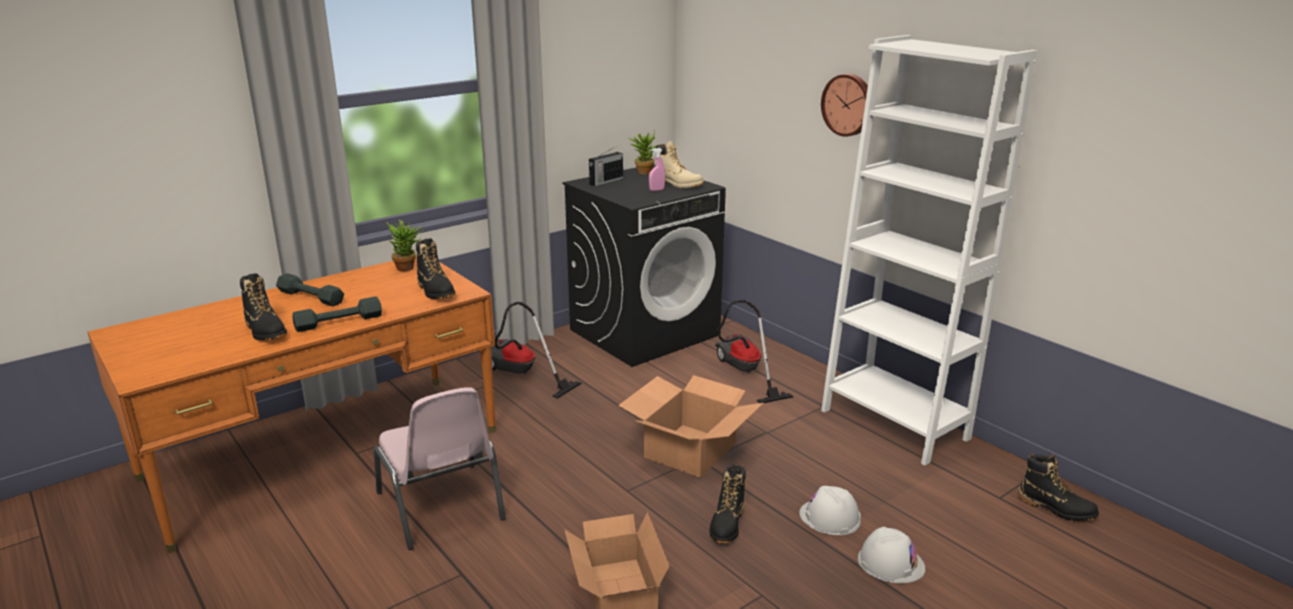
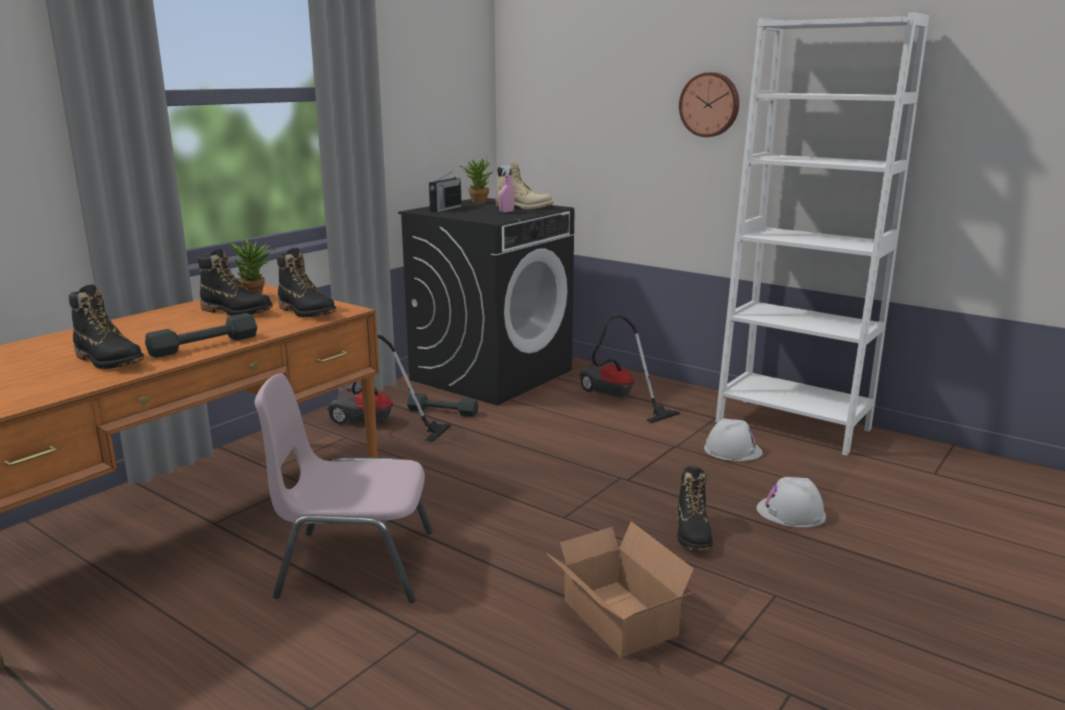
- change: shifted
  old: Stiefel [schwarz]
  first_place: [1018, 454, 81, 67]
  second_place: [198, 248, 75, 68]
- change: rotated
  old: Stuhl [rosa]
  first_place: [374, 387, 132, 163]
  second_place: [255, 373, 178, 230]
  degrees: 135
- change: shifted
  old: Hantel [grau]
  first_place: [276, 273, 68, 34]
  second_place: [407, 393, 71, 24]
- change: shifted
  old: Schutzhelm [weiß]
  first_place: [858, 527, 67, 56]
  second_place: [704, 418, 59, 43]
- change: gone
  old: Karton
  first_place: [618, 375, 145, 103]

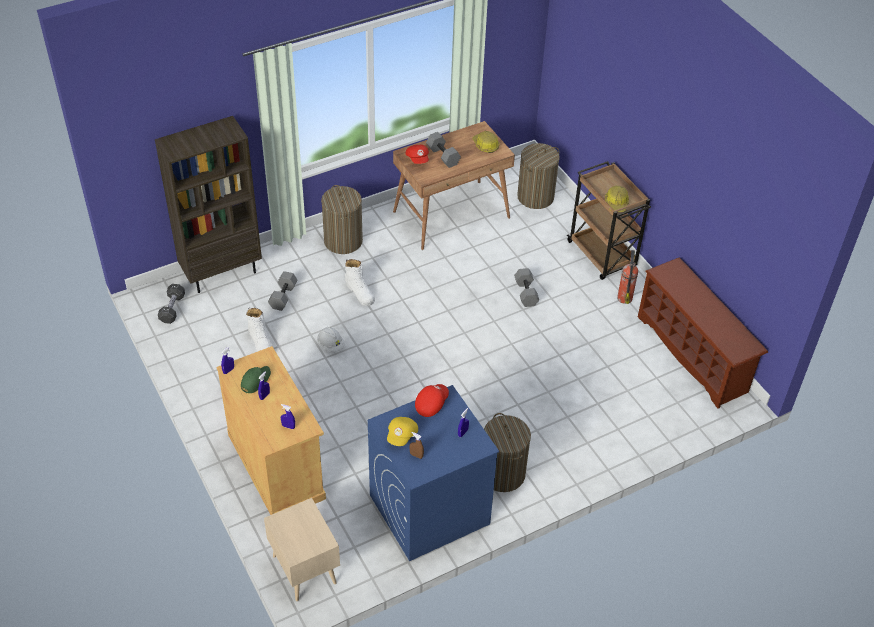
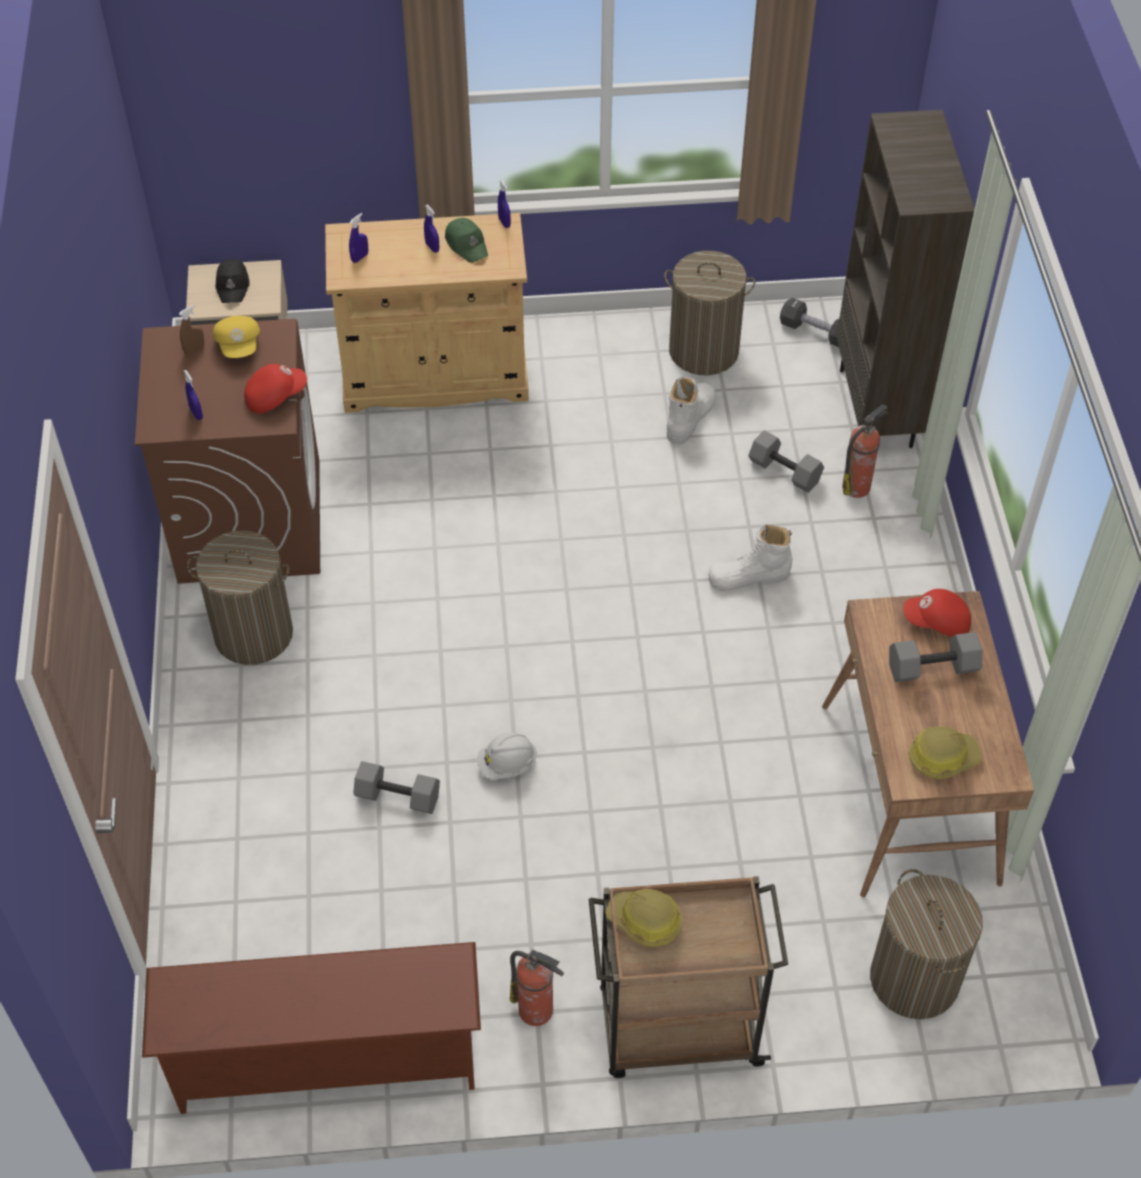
- change: repainted
  old: Waschmaschine [blau]
  new: Waschmaschine [braun]
  first_place: [368, 385, 131, 176]
  second_place: [135, 319, 185, 265]
- change: rotated
  old: Kappe [gelb]
  first_place: [387, 417, 31, 29]
  second_place: [213, 316, 47, 42]
  degrees: -150
- change: new
  new: Kappe [schwarz]
  second_place: [215, 259, 34, 44]
- change: rotated
  old: Kappe [rot]
  first_place: [415, 384, 34, 33]
  second_place: [244, 364, 63, 49]
  degrees: -90
- change: shifted
  old: Hantel [grau]
  first_place: [514, 268, 25, 39]
  second_place: [353, 761, 87, 53]
- change: shifted
  old: Schutzhelm [weiß]
  first_place: [317, 327, 28, 25]
  second_place: [477, 733, 60, 46]
- change: shifted
  old: Wäschekorb
  first_place: [321, 185, 42, 69]
  second_place: [664, 251, 91, 124]
- change: rotated
  old: Stiefel [weiß]
  first_place: [246, 308, 26, 44]
  second_place: [666, 376, 50, 69]
  degrees: 120
- change: new
  new: Feuerlöscher
  second_place: [842, 404, 47, 94]

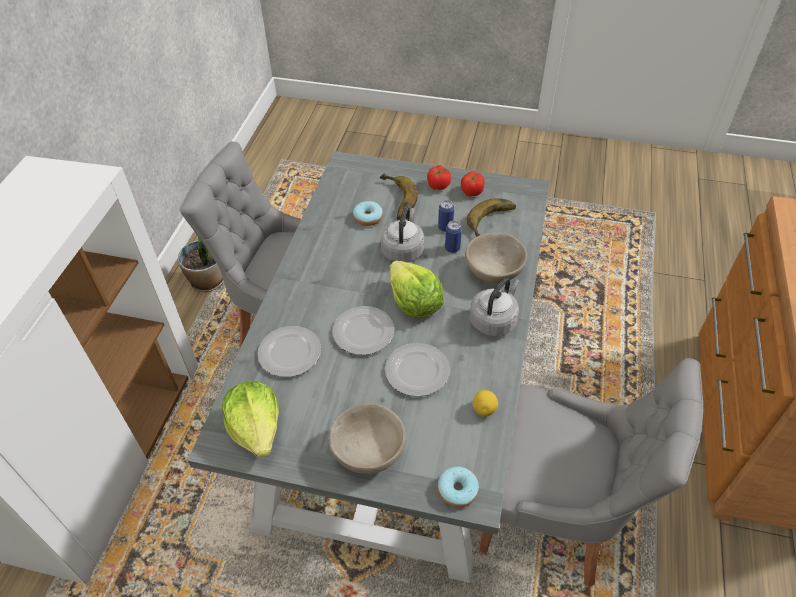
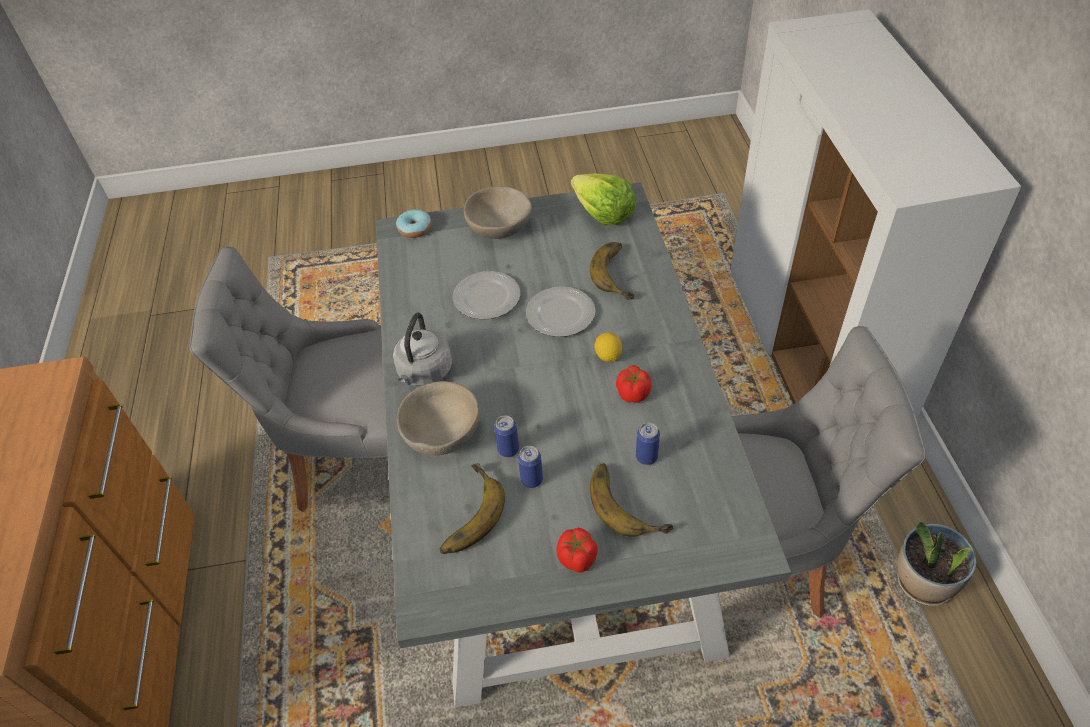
- change: swapped
  old: Teller
  new: Banane
  first_place: [257, 326, 64, 51]
  second_place: [590, 242, 44, 58]
- change: shifted
  old: Zitrone
  first_place: [473, 390, 25, 26]
  second_place: [594, 332, 28, 30]
- change: shifted
  old: Tomate
  first_place: [461, 171, 24, 26]
  second_place: [616, 365, 36, 38]
- change: swapped
  old: Donut
  new: Dose
  first_place: [353, 201, 30, 25]
  second_place: [636, 423, 24, 42]
- change: gone
  old: Wasserkessel [grau]
  first_place: [380, 206, 44, 56]
- change: gone
  old: Salatkopf
  first_place: [390, 260, 54, 58]

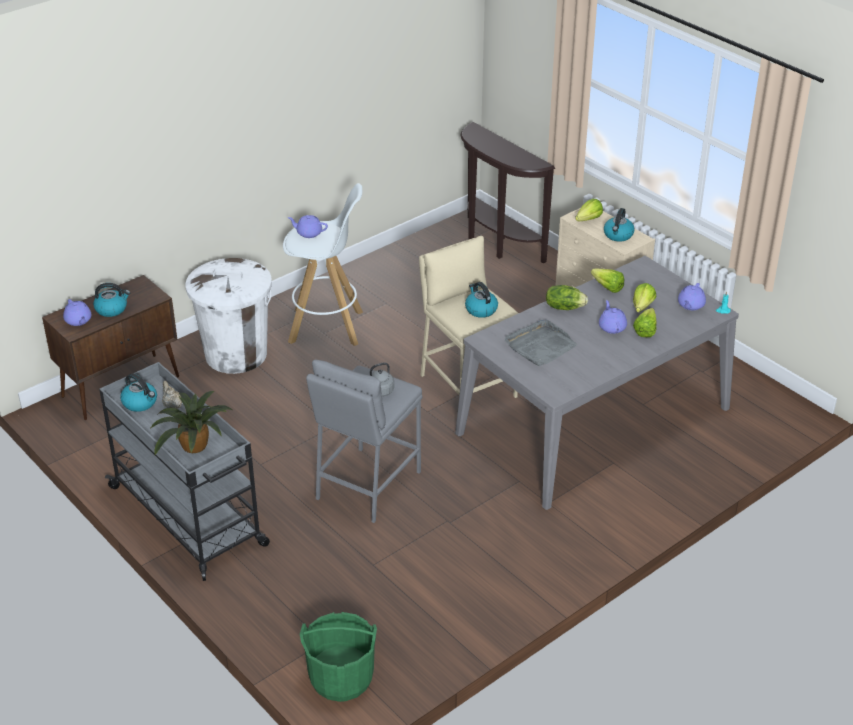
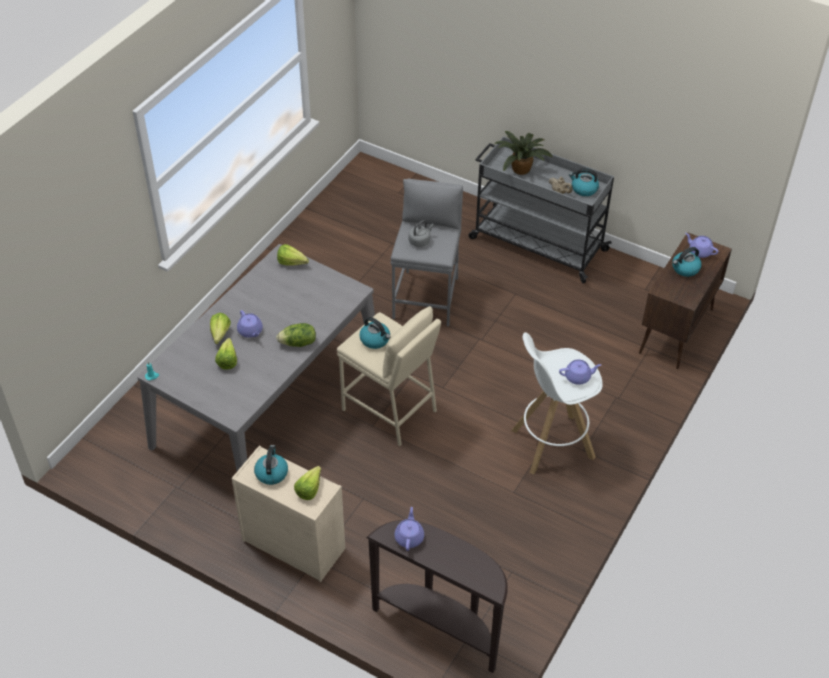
- change: shifted
  old: Salatkopf
  first_place: [591, 269, 33, 24]
  second_place: [277, 244, 32, 22]
- change: shifted
  old: Teekanne [lila]
  first_place: [678, 283, 28, 27]
  second_place: [394, 507, 30, 44]
- change: gone
  old: Mülleimer [weiß]
  first_place: [186, 258, 86, 116]
- change: gone
  old: Eimer [grün]
  first_place: [300, 612, 77, 90]
- change: gone
  old: Tablett [grau]
  first_place: [505, 320, 73, 46]

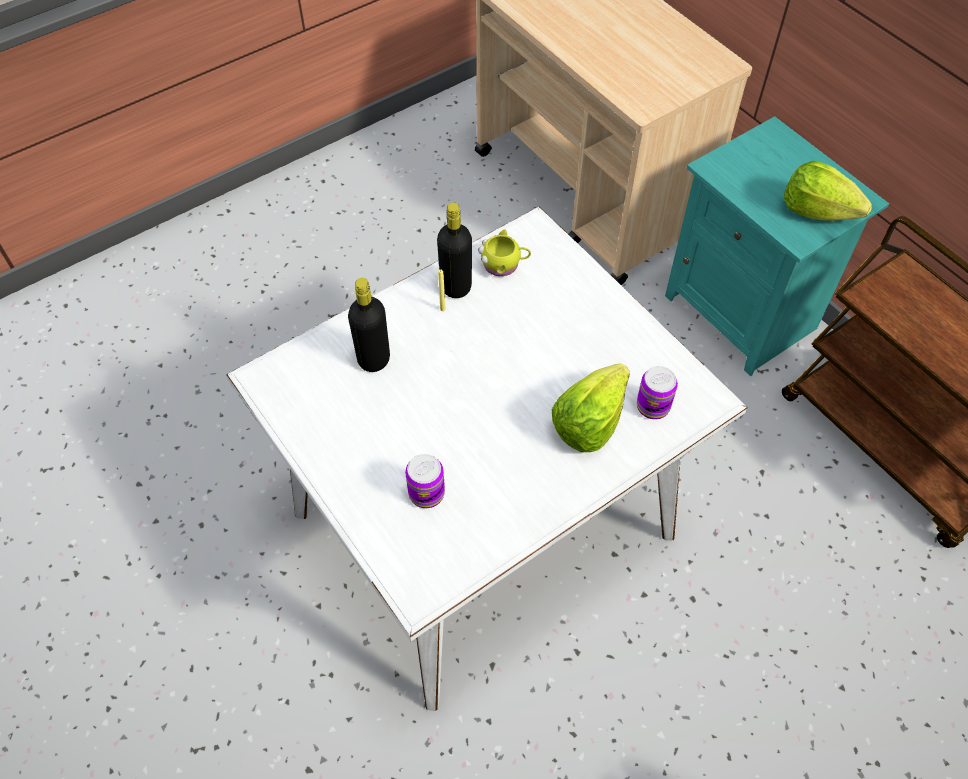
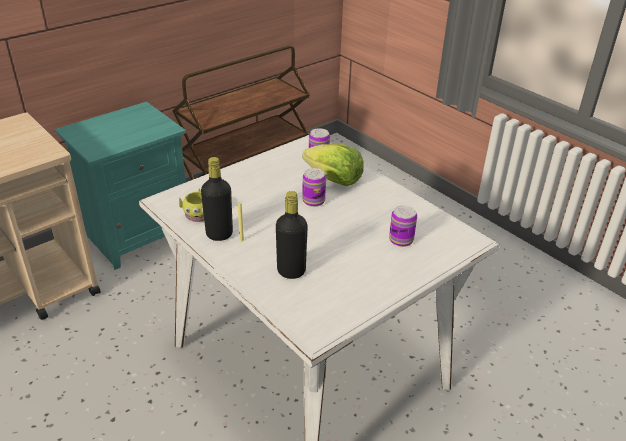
- change: new
  new: Dose
  second_place: [302, 168, 24, 39]
- change: gone
  old: Salatkopf
  first_place: [784, 161, 88, 60]

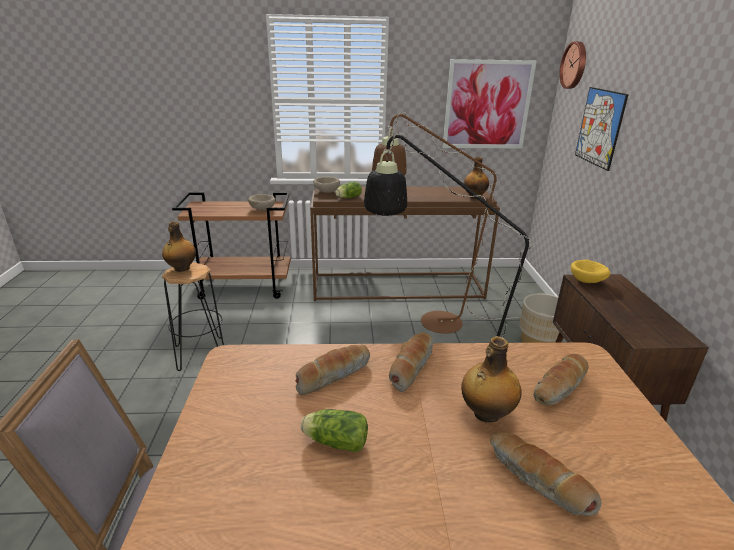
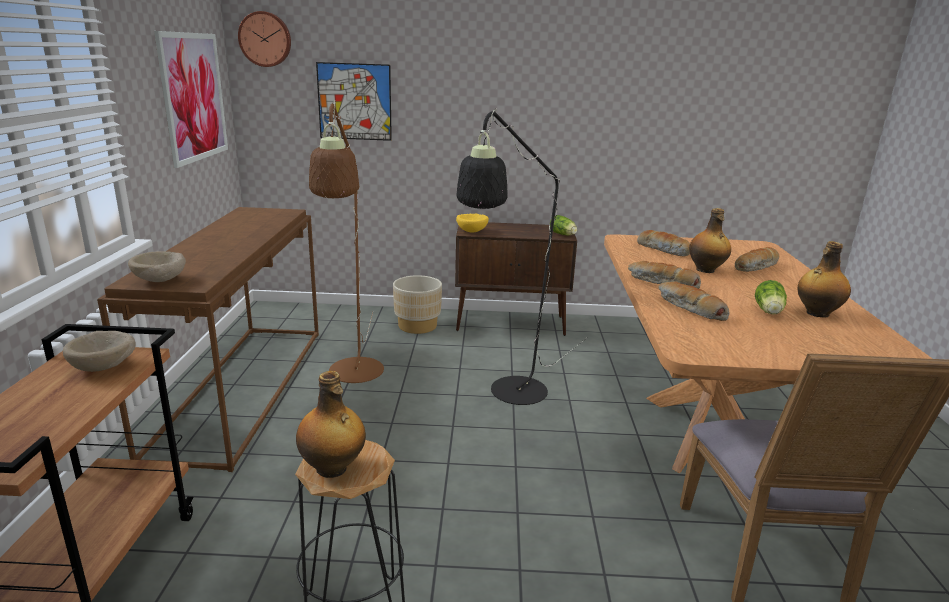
- change: shifted
  old: Salatkopf
  first_place: [335, 182, 27, 16]
  second_place: [550, 215, 27, 20]
- change: shifted
  old: Flasche
  first_place: [464, 157, 25, 42]
  second_place: [798, 241, 53, 77]

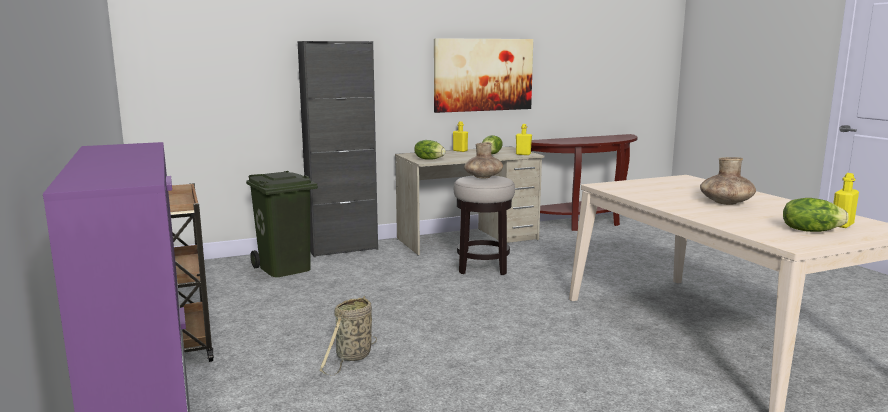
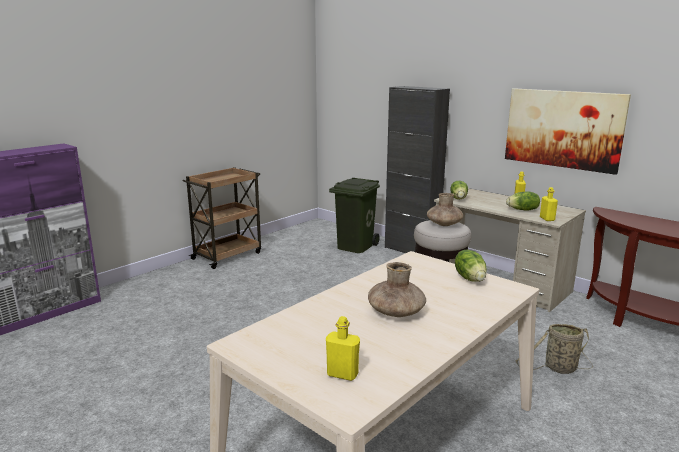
- change: shifted
  old: Salatkopf
  first_place: [783, 198, 66, 34]
  second_place: [455, 250, 32, 32]
- change: shifted
  old: Korb
  first_place: [320, 296, 57, 80]
  second_place: [516, 324, 77, 50]

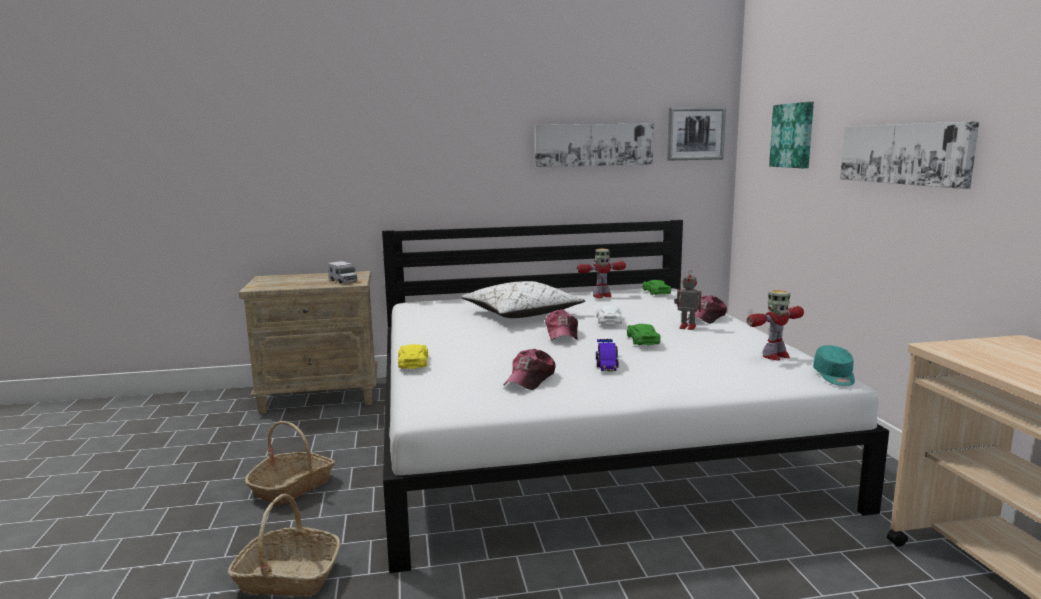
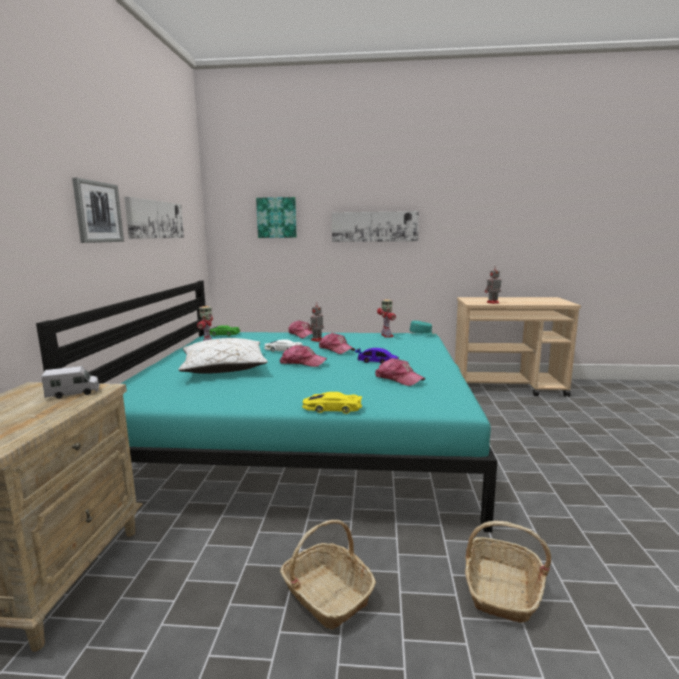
- change: repainted
  old: Bett [weiß]
  new: Bett [türkis]
  first_place: [382, 220, 507, 353]
  second_place: [36, 280, 461, 252]
- change: shifted
  old: Bild
  first_place: [667, 107, 59, 53]
  second_place: [72, 178, 52, 65]
- change: swapped
  old: Spielzeugauto [grün]
  new: Kappe
  first_place: [627, 324, 34, 21]
  second_place: [319, 333, 36, 21]
- change: new
  new: Spielzeugroboter
  second_place: [485, 268, 16, 36]

